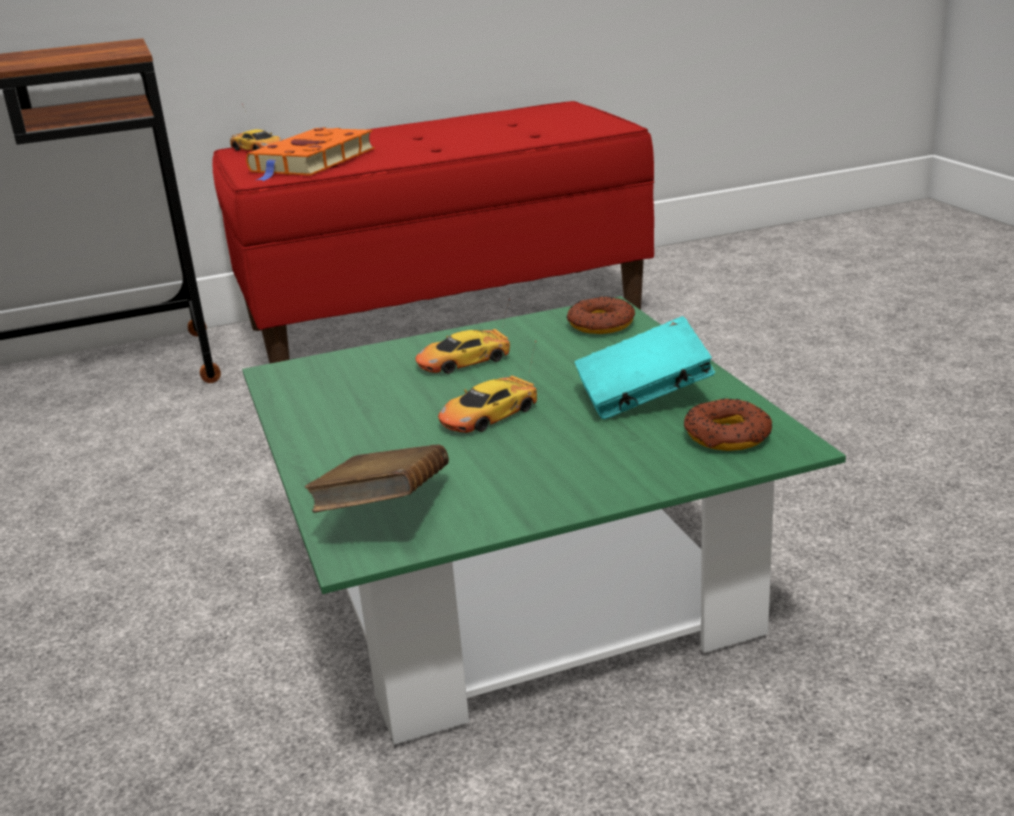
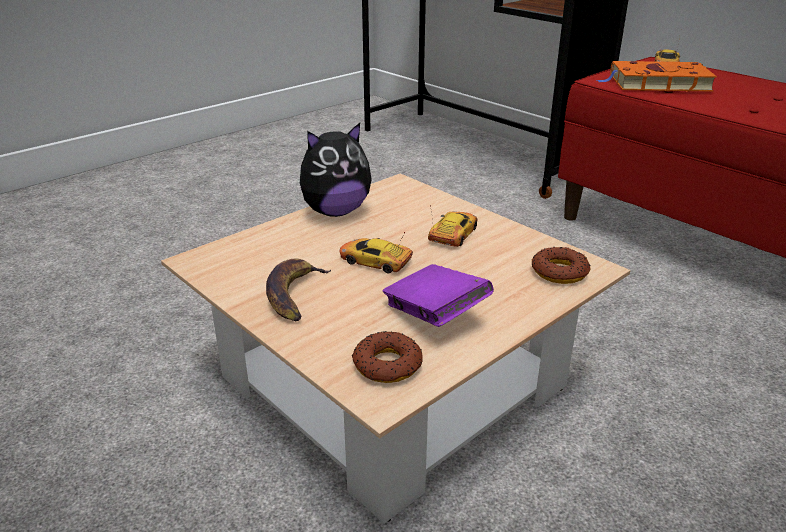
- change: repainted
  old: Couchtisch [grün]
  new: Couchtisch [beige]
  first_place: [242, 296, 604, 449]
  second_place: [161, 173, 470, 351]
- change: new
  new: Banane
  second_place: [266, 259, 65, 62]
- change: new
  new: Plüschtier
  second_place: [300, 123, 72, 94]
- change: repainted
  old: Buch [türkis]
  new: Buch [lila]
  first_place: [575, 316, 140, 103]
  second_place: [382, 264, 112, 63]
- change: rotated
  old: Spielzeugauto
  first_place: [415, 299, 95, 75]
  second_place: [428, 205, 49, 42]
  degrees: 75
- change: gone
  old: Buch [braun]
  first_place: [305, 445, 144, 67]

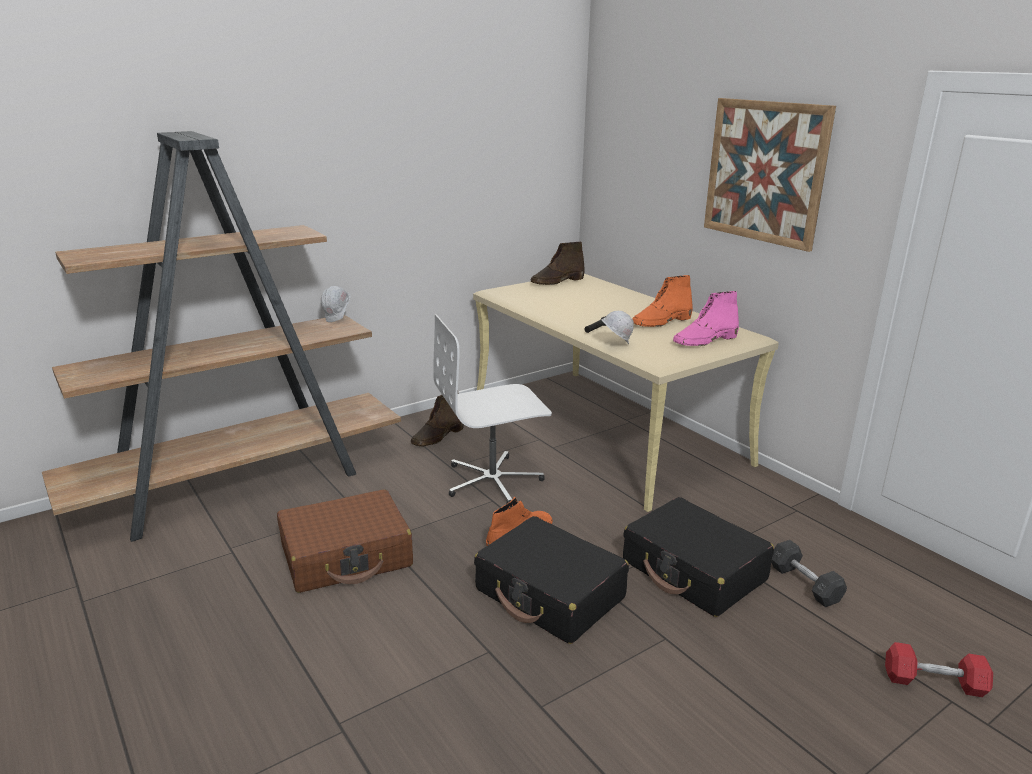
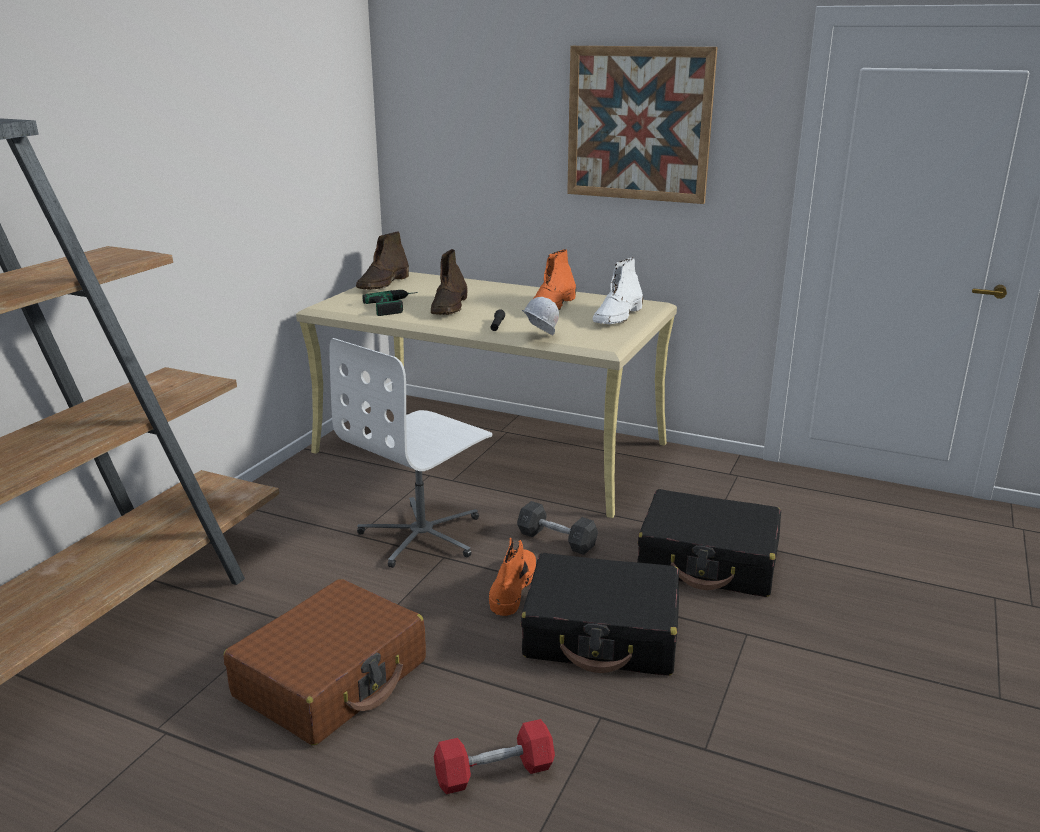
- change: new
  new: Bohrmaschine
  second_place: [363, 290, 55, 26]
- change: shifted
  old: Stiefel [braun]
  first_place: [411, 393, 53, 54]
  second_place: [431, 249, 37, 66]
- change: shifted
  old: Hantel [rot]
  first_place: [885, 642, 108, 55]
  second_place: [434, 719, 121, 75]
- change: shifted
  old: Hantel [grau]
  first_place: [771, 540, 76, 67]
  second_place: [517, 501, 81, 54]
- change: repainted
  old: Stiefel [rosa]
  new: Stiefel [weiß]
  first_place: [673, 291, 66, 55]
  second_place: [593, 258, 50, 67]
- change: gone
  old: Schutzhelm [weiß]
  first_place: [321, 286, 30, 36]

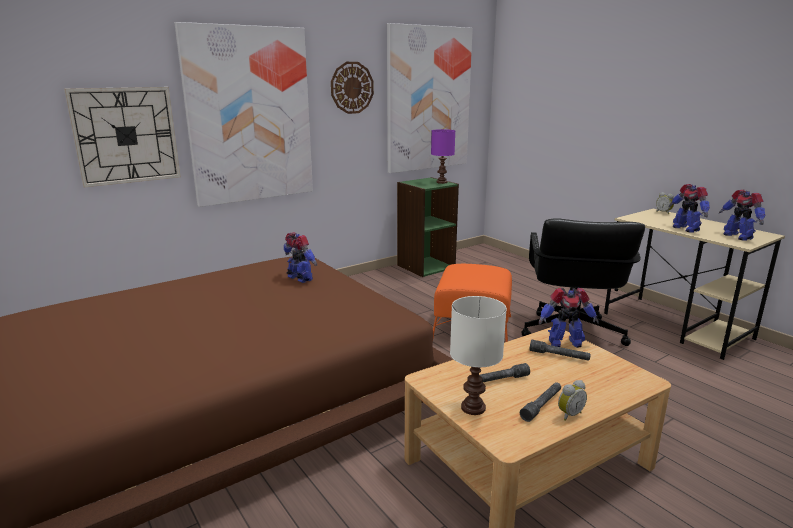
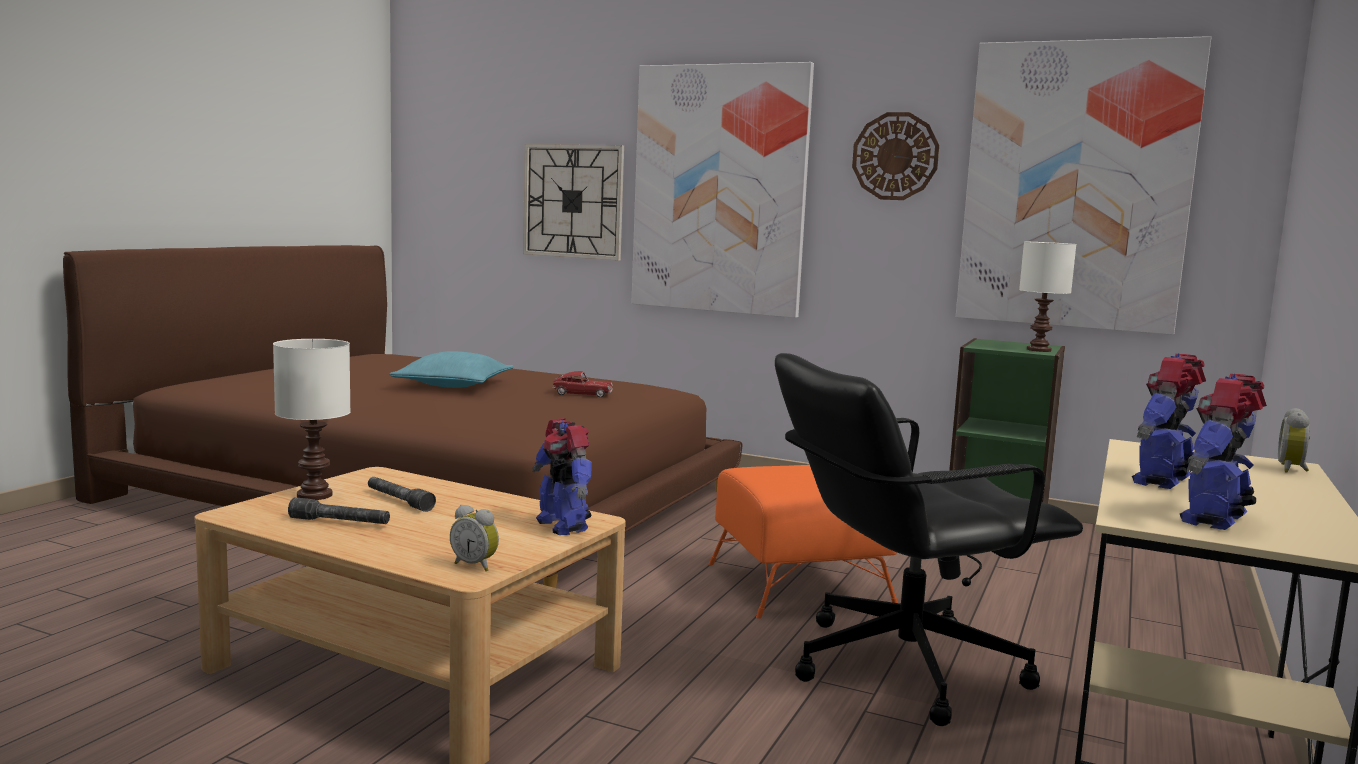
- change: new
  new: Kissen [türkis]
  second_place: [389, 351, 125, 37]
- change: shifted
  old: Wecker
  first_place: [558, 380, 29, 41]
  second_place: [450, 505, 49, 66]
- change: swapped
  old: Spielzeugroboter
  new: Spielzeugauto
  first_place: [284, 232, 33, 51]
  second_place: [552, 371, 61, 26]
- change: repainted
  old: Tischlampe [lila]
  new: Tischlampe [weiß]
  first_place: [431, 129, 24, 55]
  second_place: [1019, 241, 57, 111]
- change: gone
  old: Taschenlampe [grau]
  first_place: [530, 340, 61, 21]

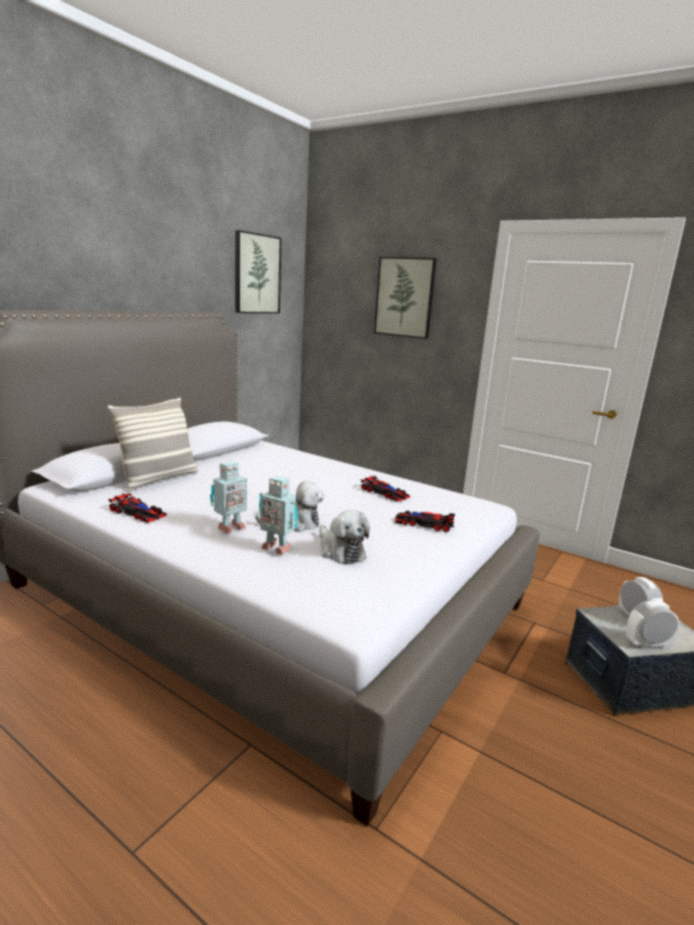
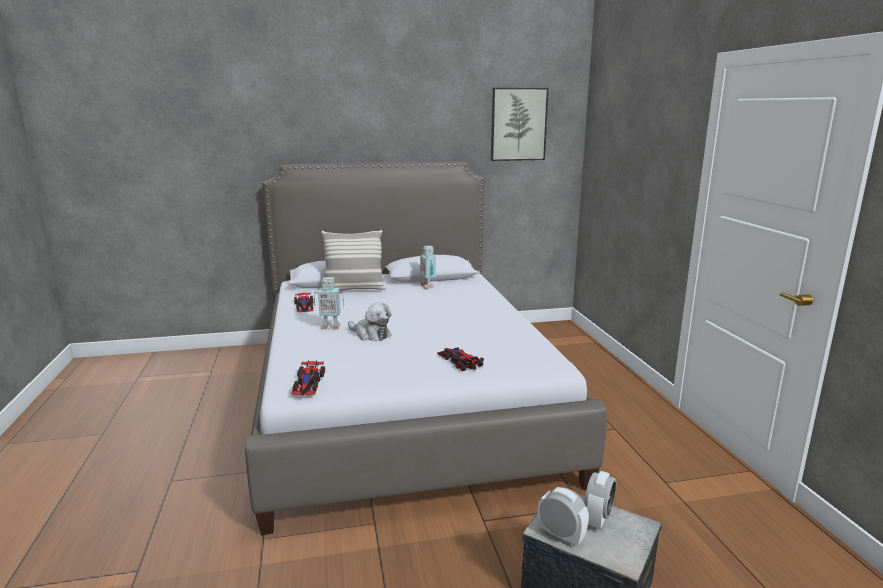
- change: shifted
  old: Spielzeugauto
  first_place: [361, 476, 49, 26]
  second_place: [291, 360, 34, 35]
- change: shifted
  old: Spielzeugroboter
  first_place: [259, 476, 39, 79]
  second_place: [420, 246, 16, 43]
- change: gone
  old: Plüschtier
  first_place: [319, 510, 51, 54]
- change: gone
  old: Bild
  first_place: [374, 257, 63, 82]

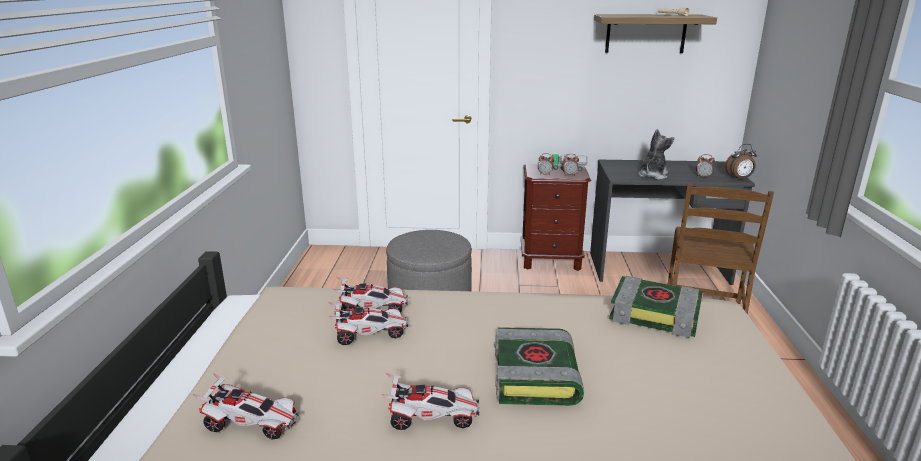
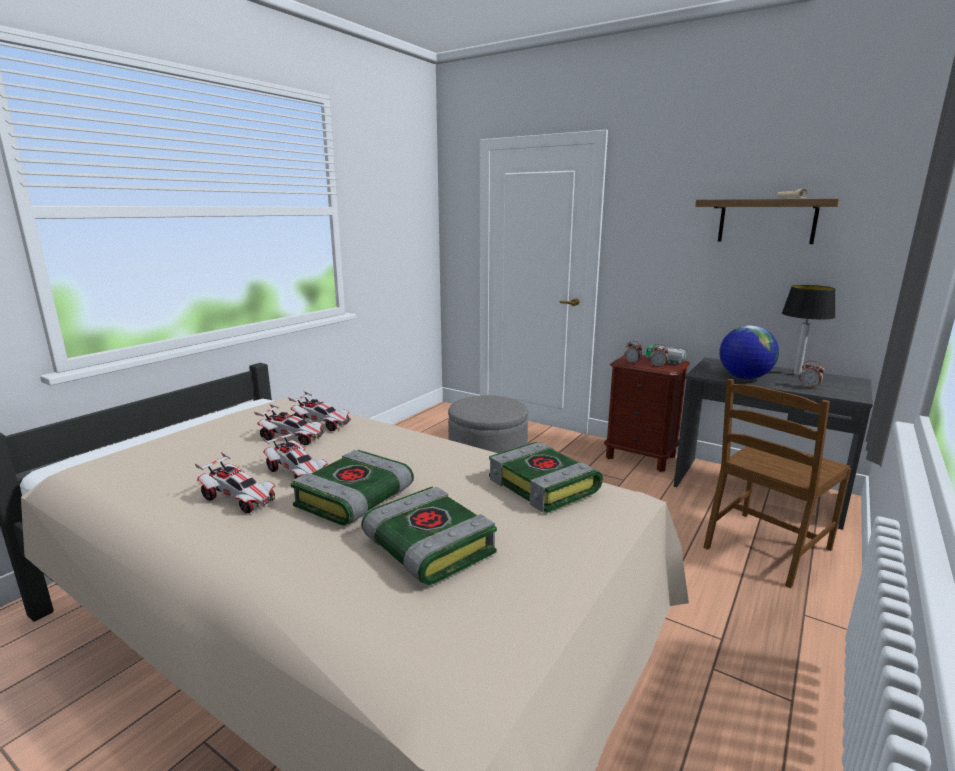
- change: shifted
  old: Spielzeugauto
  first_place: [193, 373, 107, 66]
  second_place: [262, 429, 66, 50]
- change: new
  new: Buch
  second_place: [361, 486, 136, 99]
- change: swapped
  old: Plüschtier
  new: Globus
  first_place: [638, 129, 36, 51]
  second_place: [719, 325, 60, 54]
- change: new
  new: Tischlampe
  second_place: [782, 285, 53, 90]
- change: gone
  old: Wecker
  first_place: [725, 144, 32, 35]

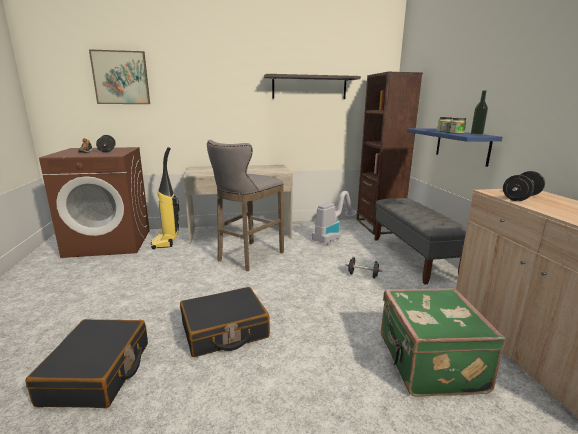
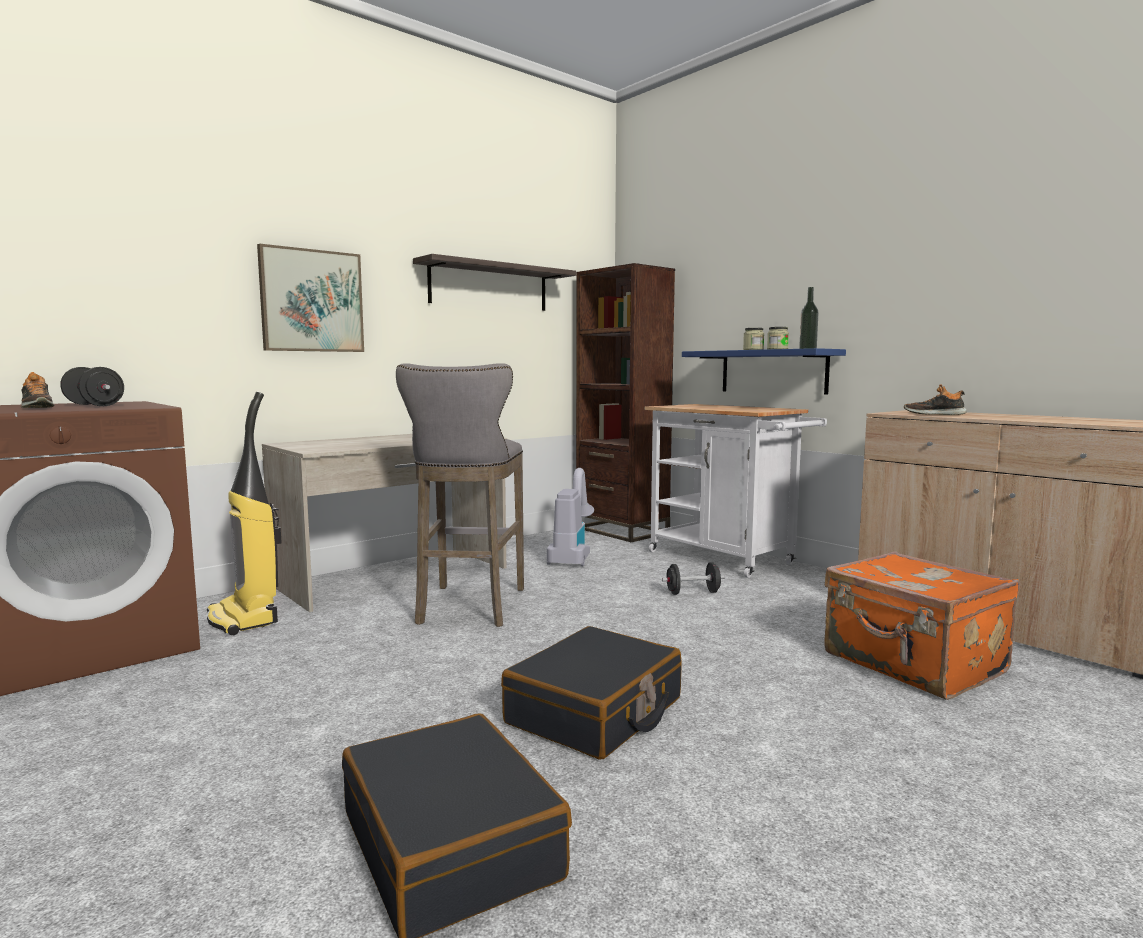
- change: shifted
  old: Bild
  first_place: [89, 49, 61, 55]
  second_place: [257, 244, 107, 108]
- change: swapped
  old: Bank [grau]
  new: Rollwagen [weiß]
  first_place: [374, 198, 93, 87]
  second_place: [645, 404, 182, 174]
- change: repainted
  old: Koffer [grün]
  new: Koffer [orange]
  first_place: [381, 288, 125, 109]
  second_place: [824, 552, 195, 148]
- change: swapped
  old: Hantel [schwarz]
  new: Schuh
  first_place: [503, 171, 42, 30]
  second_place: [904, 384, 63, 31]

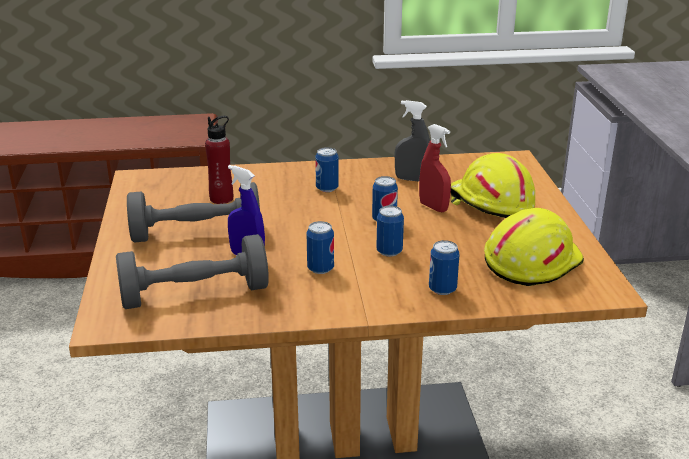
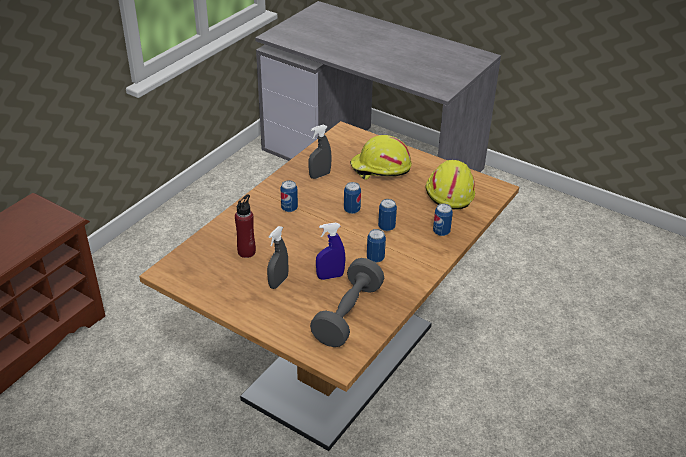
- change: swapped
  old: Hantel [grau]
  new: Sprühflasche [grau]
  first_place: [127, 182, 133, 61]
  second_place: [267, 226, 22, 63]
- change: gone
  old: Sprühflasche [rot]
  first_place: [419, 124, 32, 88]

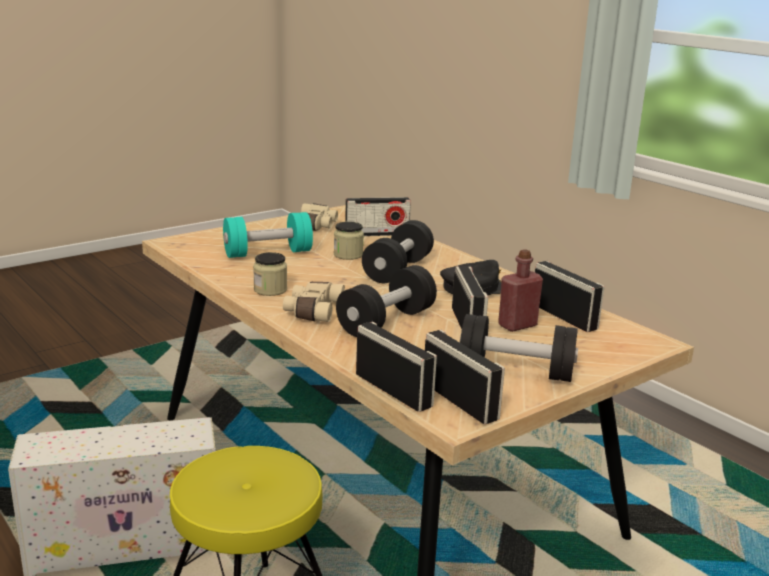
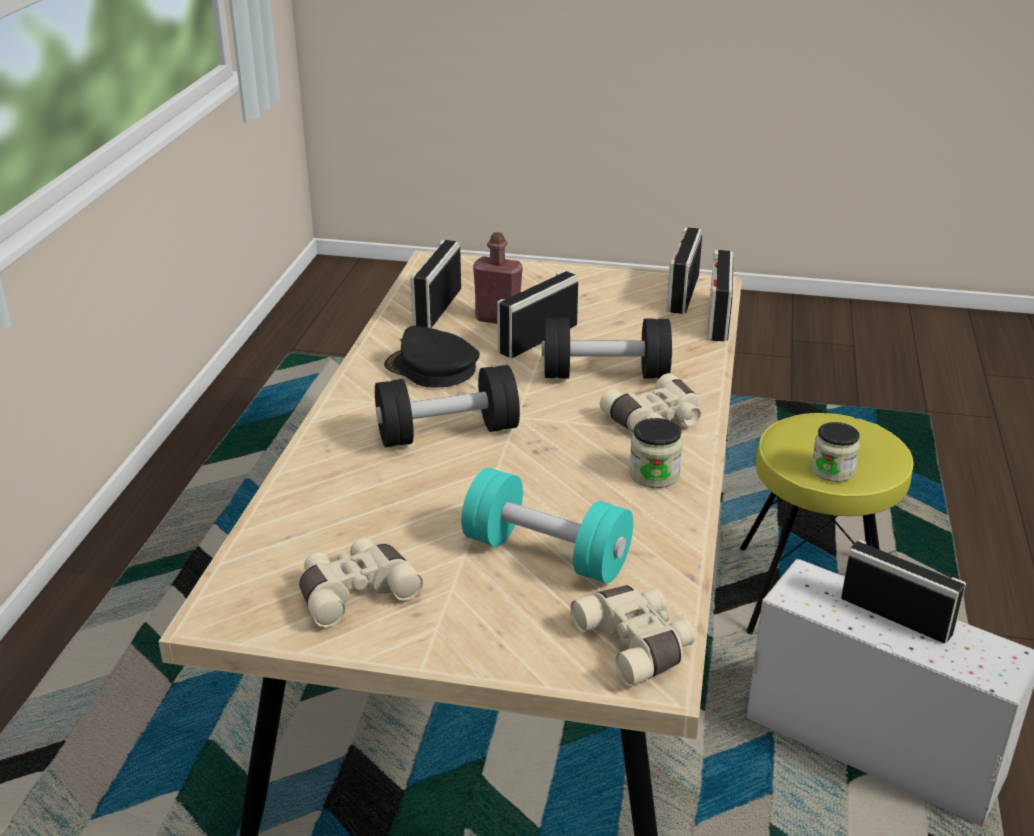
- change: new
  new: Fernglas [beige]
  second_place: [571, 585, 125, 101]
- change: shifted
  old: Vorratsglas
  first_place: [334, 222, 30, 38]
  second_place: [811, 422, 49, 60]
- change: shifted
  old: Radio
  first_place: [345, 197, 66, 39]
  second_place: [841, 540, 125, 104]
- change: gone
  old: Hantel [schwarz]
  first_place: [460, 314, 118, 68]

